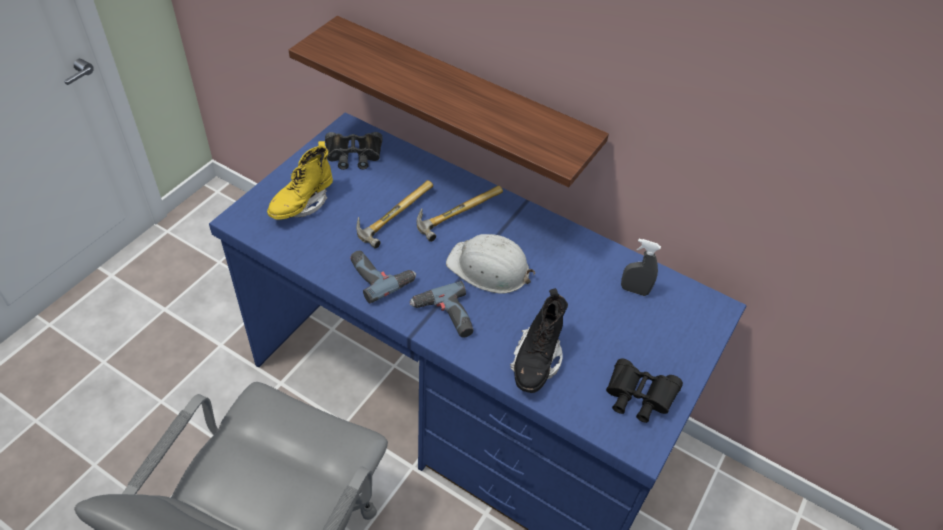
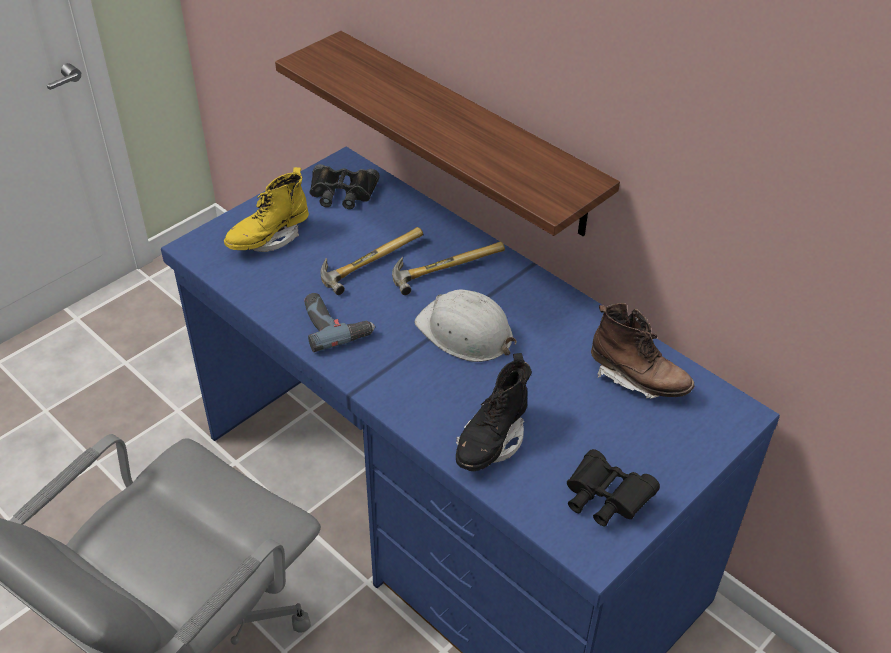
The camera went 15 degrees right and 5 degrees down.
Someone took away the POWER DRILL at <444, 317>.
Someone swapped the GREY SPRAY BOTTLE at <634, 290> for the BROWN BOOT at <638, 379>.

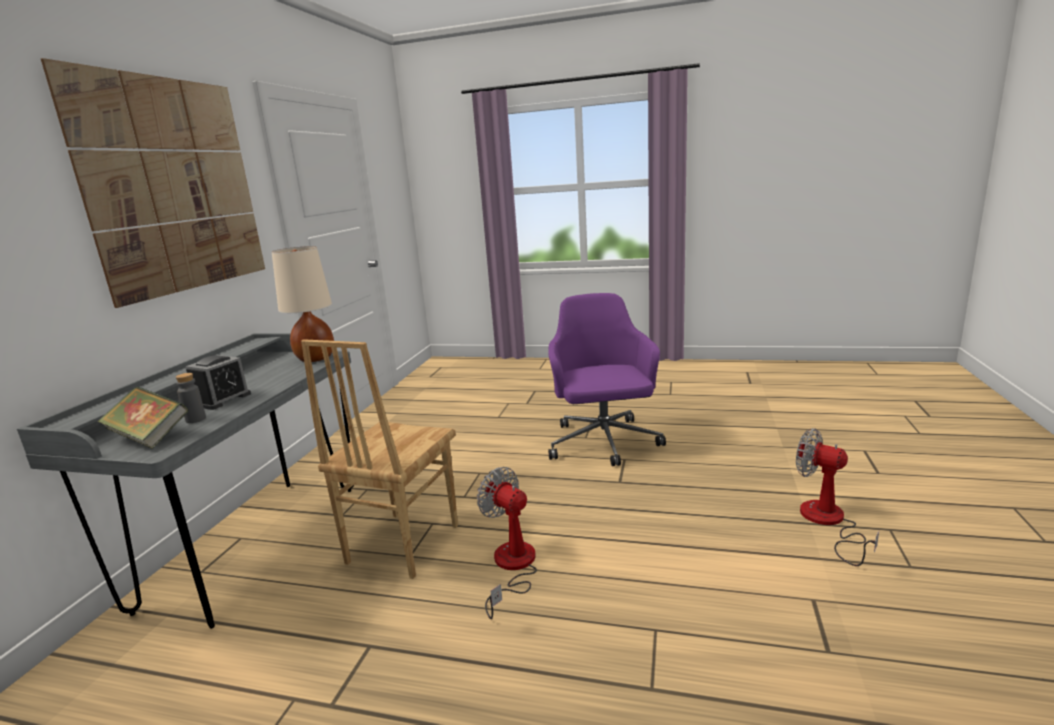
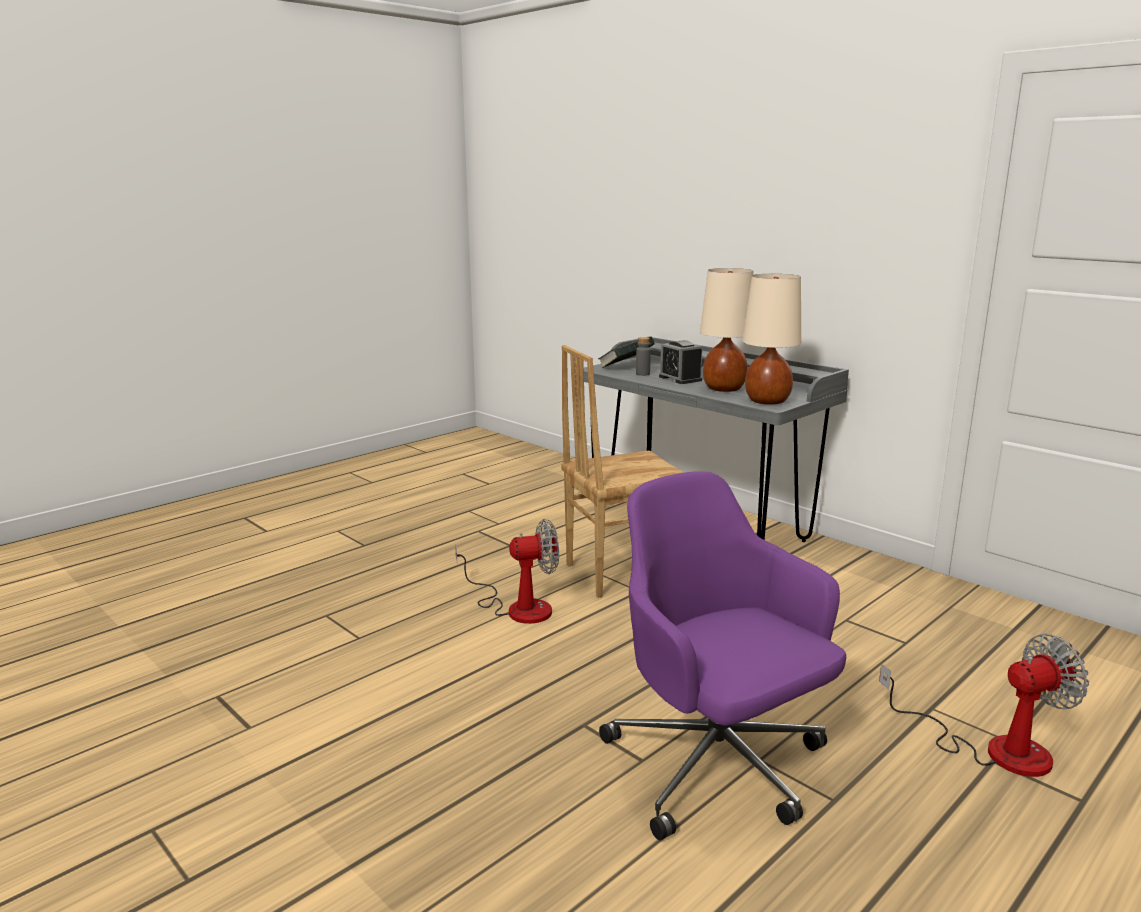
The camera went 120 degrees right and 0 degrees up.
Someone took away the PICTURE at <174, 186>.
Someone put down the BEIGE TABLE LAMP at <723, 389>.
Someone carried the FAN from <828, 522> to <994, 749>.
Someone rotated the BROWN CHAIR at <401, 544> by 75 degrees counterclockwise.
Someone rotated the PURPLE OFFICE CHAIR at <603, 443> by 150 degrees counterclockwise.

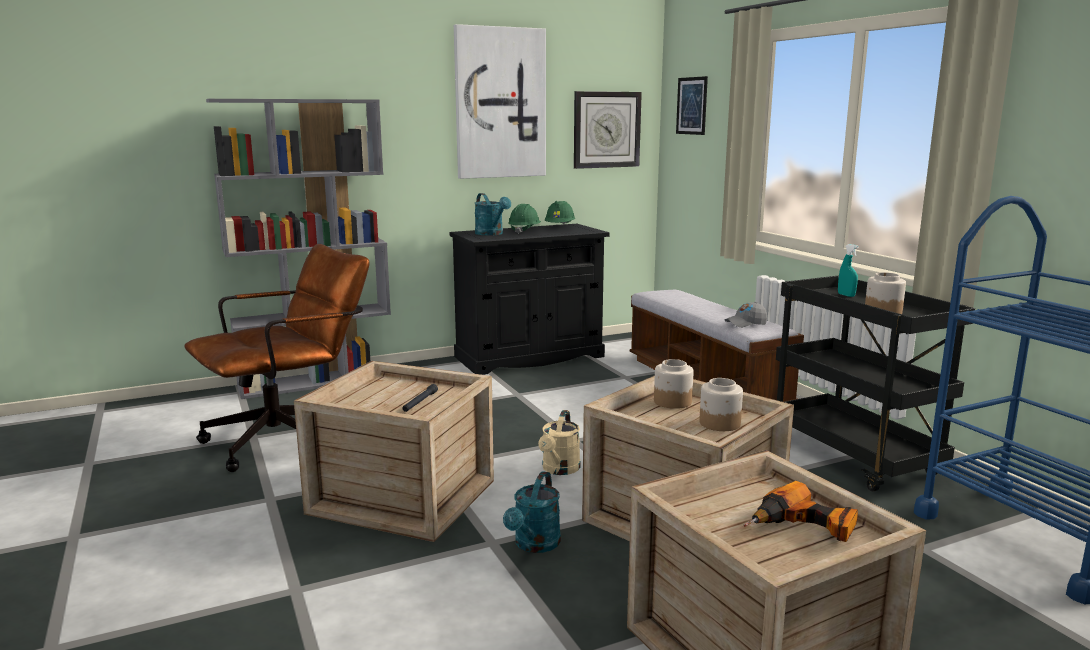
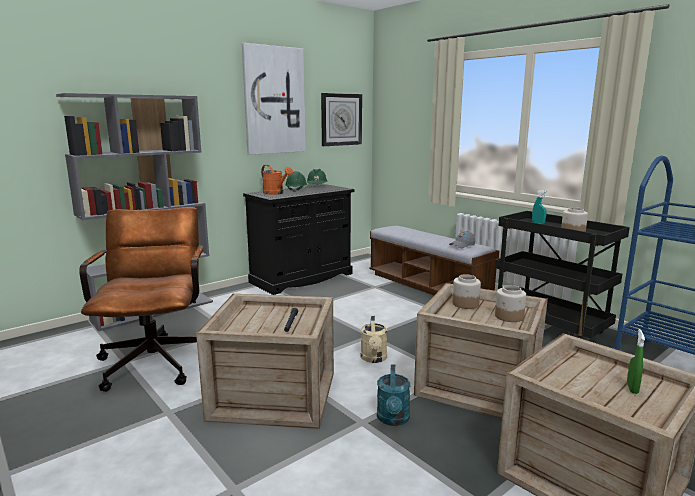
The camera went 15 degrees left and 0 degrees up.
Someone took away the PICTURE at <691, 106>.
Someone swapped the POWER DRILL at <803, 529> for the GREEN SPRAY BOTTLE at <632, 388>.
Someone repainted the TURQUOISE WATERING CAN at <491, 234>, which became the ORANGE WATERING CAN at <276, 193>.
Someone rotated the BROWN OFFICE CHAIR at <289, 438> by 45 degrees counterclockwise.

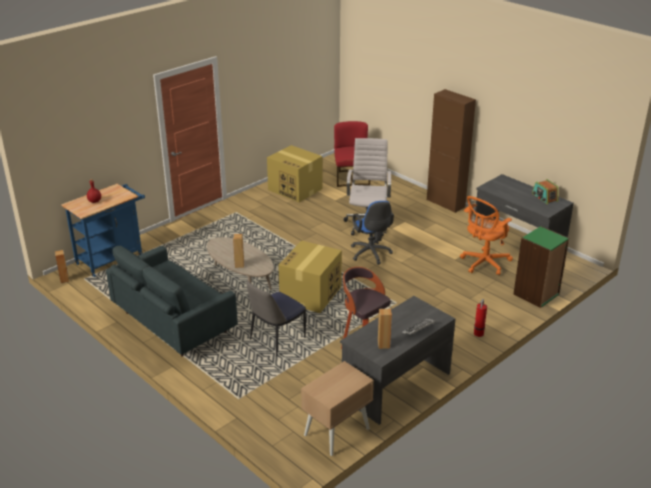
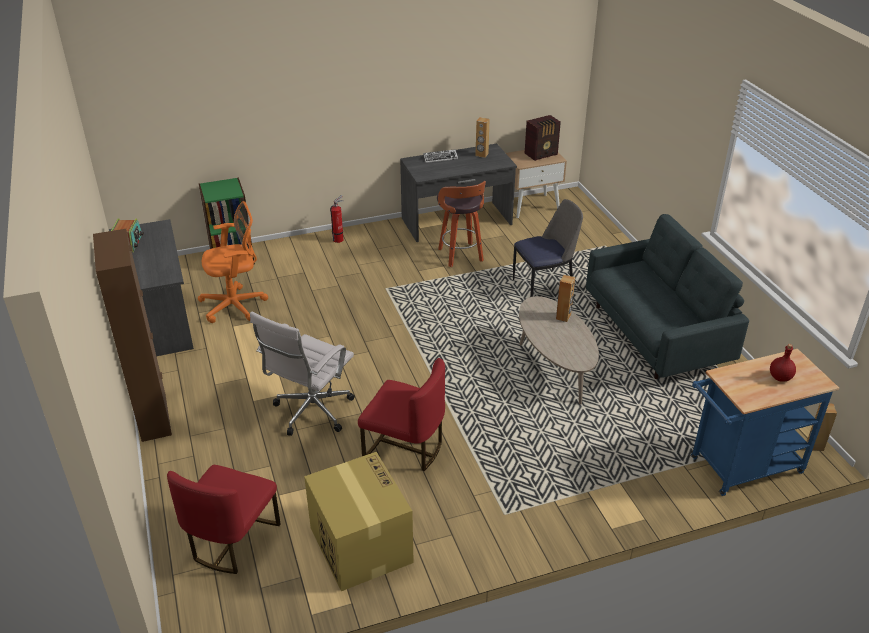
The camera went 155 degrees left and 5 degrees up.
Someone took away the CARDBOARD BOX at <310, 295>.
Someone took away the BLUE OFFICE CHAIR at <371, 254>.
Someone put down the RED CHAIR at <404, 448>.
Someone put down the RADIO at <542, 154>.

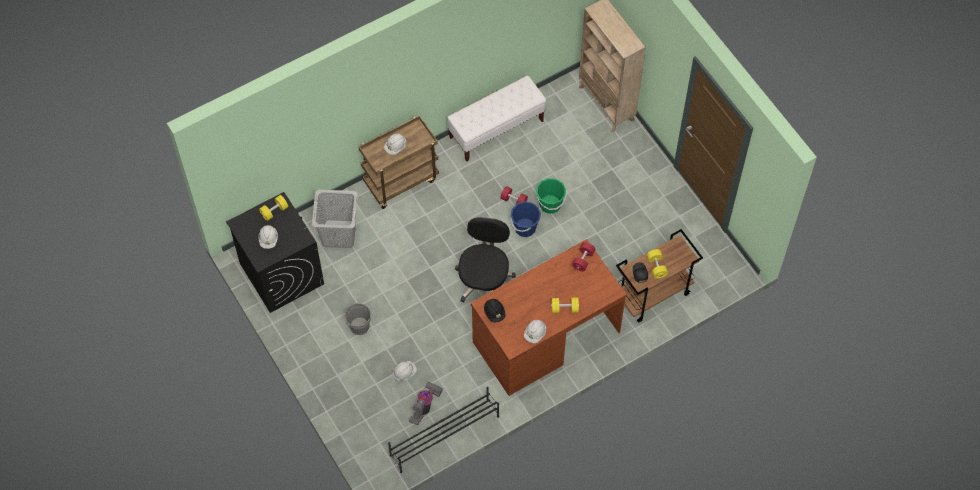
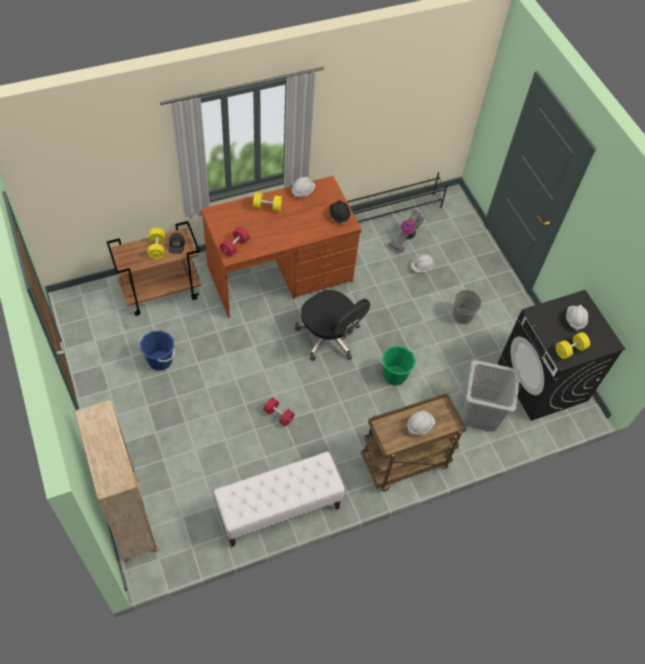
The camera went 175 degrees left and 5 degrees down.
Someone carried the BLUE BUCKET from <525, 227> to <160, 360>.
Someone carried the GREEN BUCKET from <550, 204> to <394, 375>.
Someone rotated the BLACK OFFICE CHAIR at <484, 279> by 60 degrees counterclockwise.

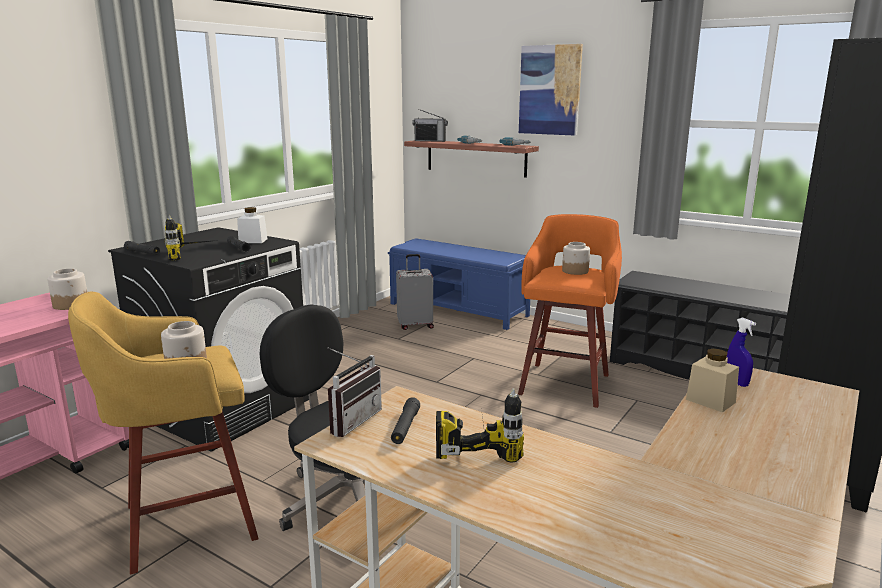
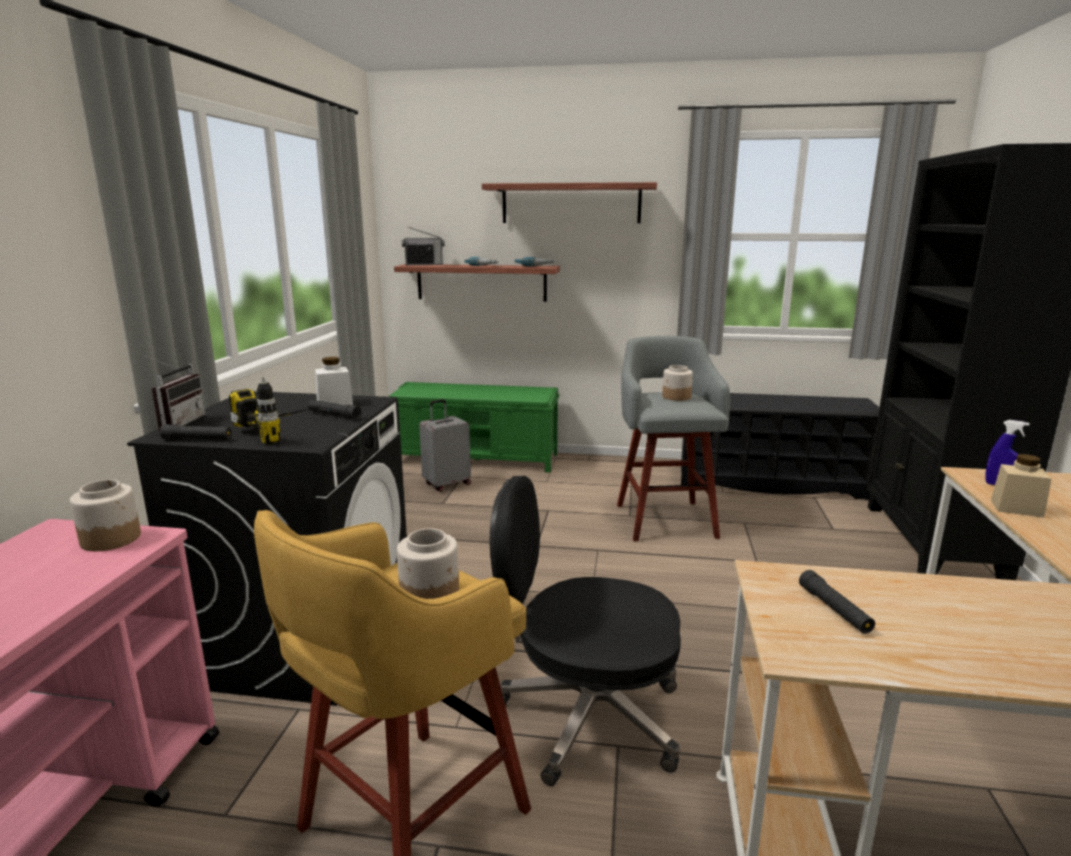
The camera went 25 degrees left and 0 degrees up.
Someone took away the POWER DRILL at <478, 443>.
Someone carried the RADIO from <350, 420> to <177, 424>.
Someone swapped the PICTURE at <550, 90> for the SHELF at <571, 203>.
Someone repainted the BLUE BENCH at <459, 310>, which became the GREEN BENCH at <477, 458>.
Someone repainted the ORANGE STOOL at <565, 383>, which became the GREY STOOL at <665, 519>.

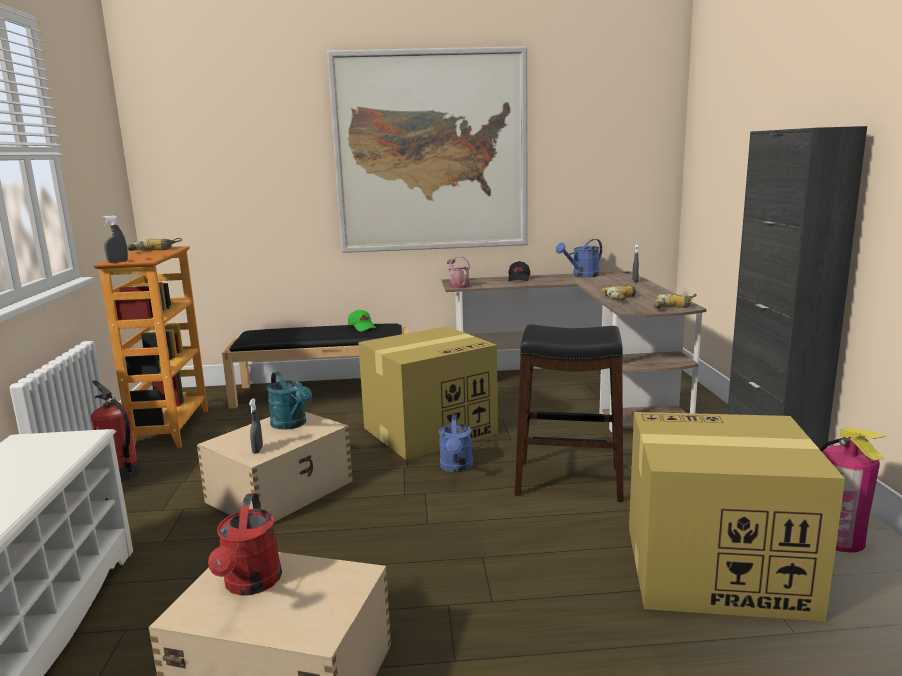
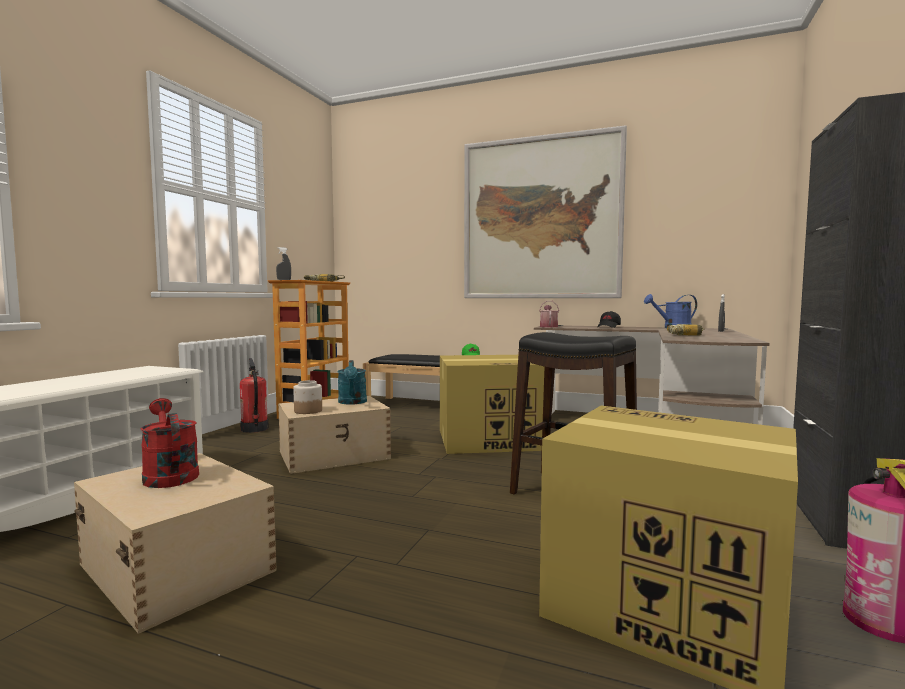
The camera went 25 degrees right and 10 degrees down.
Someone took away the BLUE WATERING CAN at <456, 467>.
Someone took away the POWER DRILL at <674, 307>.
Someone swapped the GREY SPRAY BOTTLE at <257, 450> for the JAR at <307, 411>.
Someone rotated the RED WATERING CAN at <250, 585> by 120 degrees clockwise.

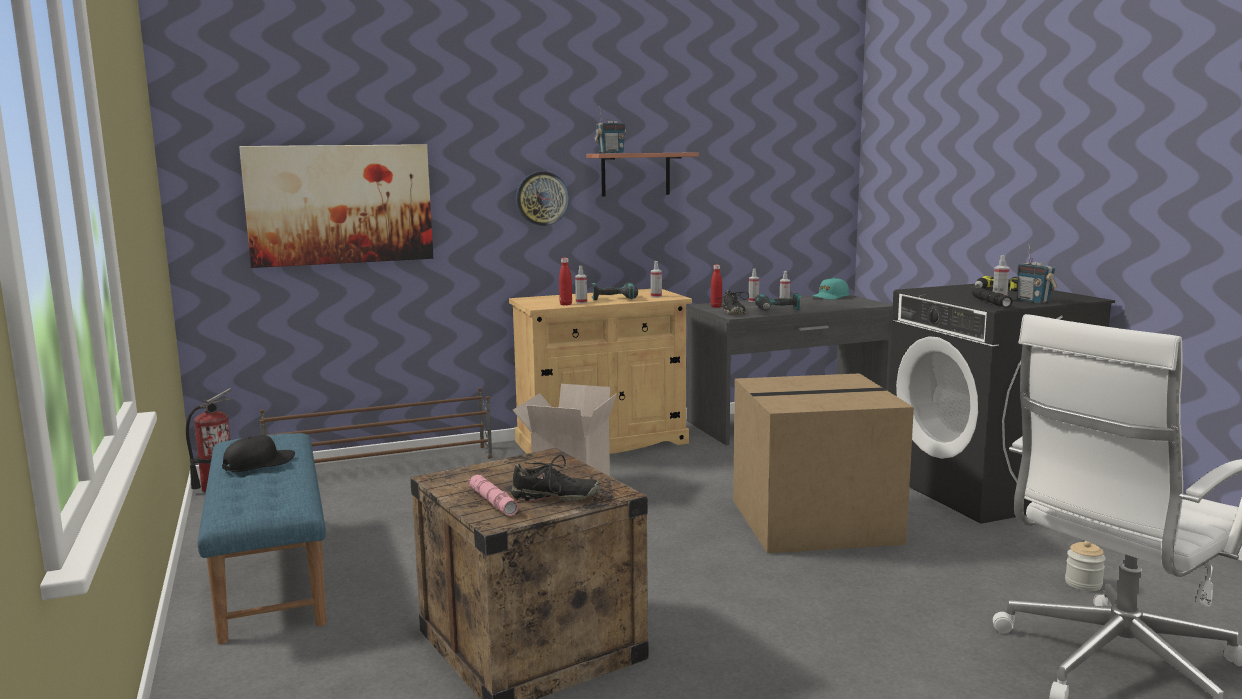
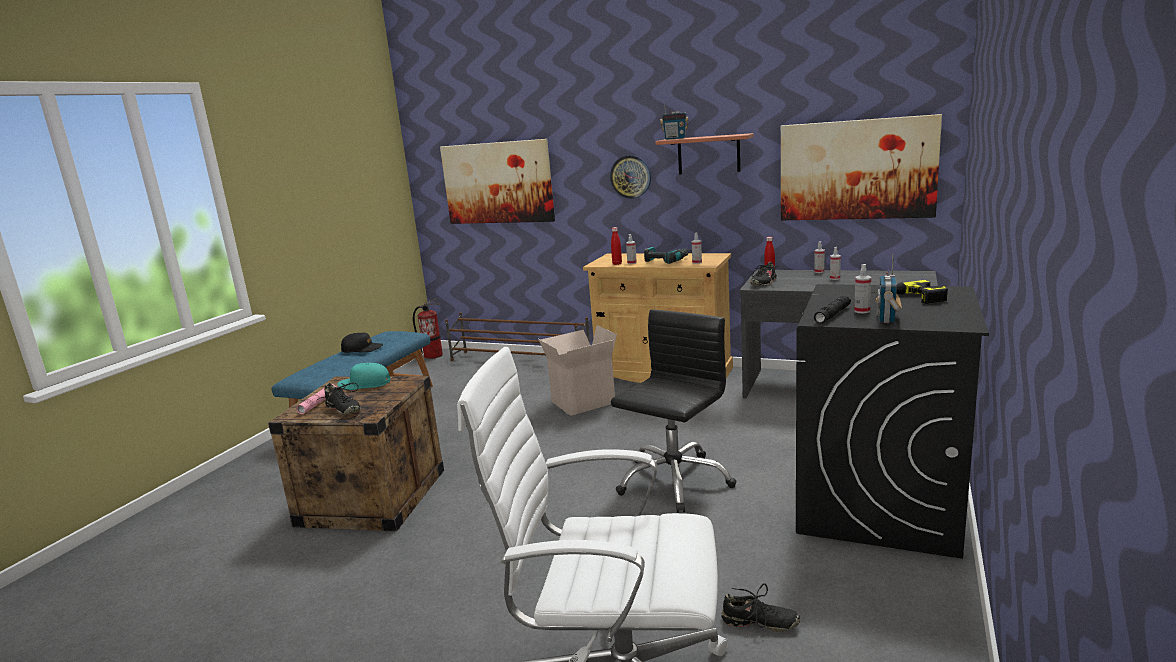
The camera went 45 degrees right and 5 degrees up.
Someone took away the POWER DRILL at <778, 310>.
Someone put up the PICTURE at <856, 170>.
Someone carried the TURQUOISE CAP from <830, 297> to <365, 384>.
Someone swapped the CARDBOARD BOX at <815, 520> for the BLACK OFFICE CHAIR at <674, 480>.
Someone swapped the JAR at <1083, 584> for the BLACK SHOE at <759, 623>.

